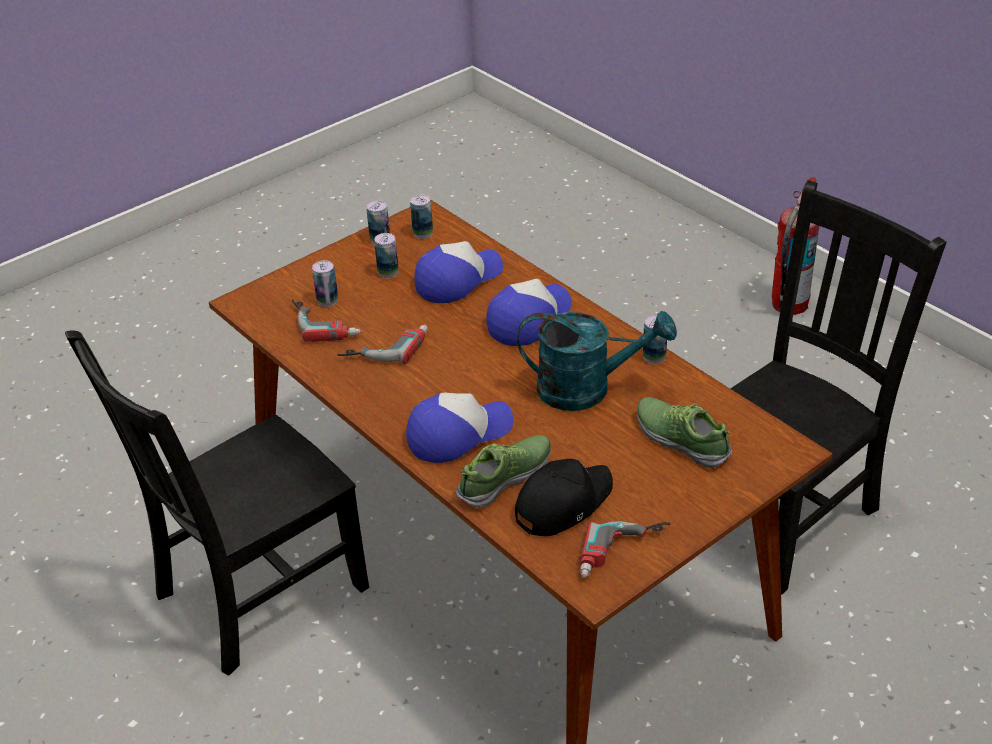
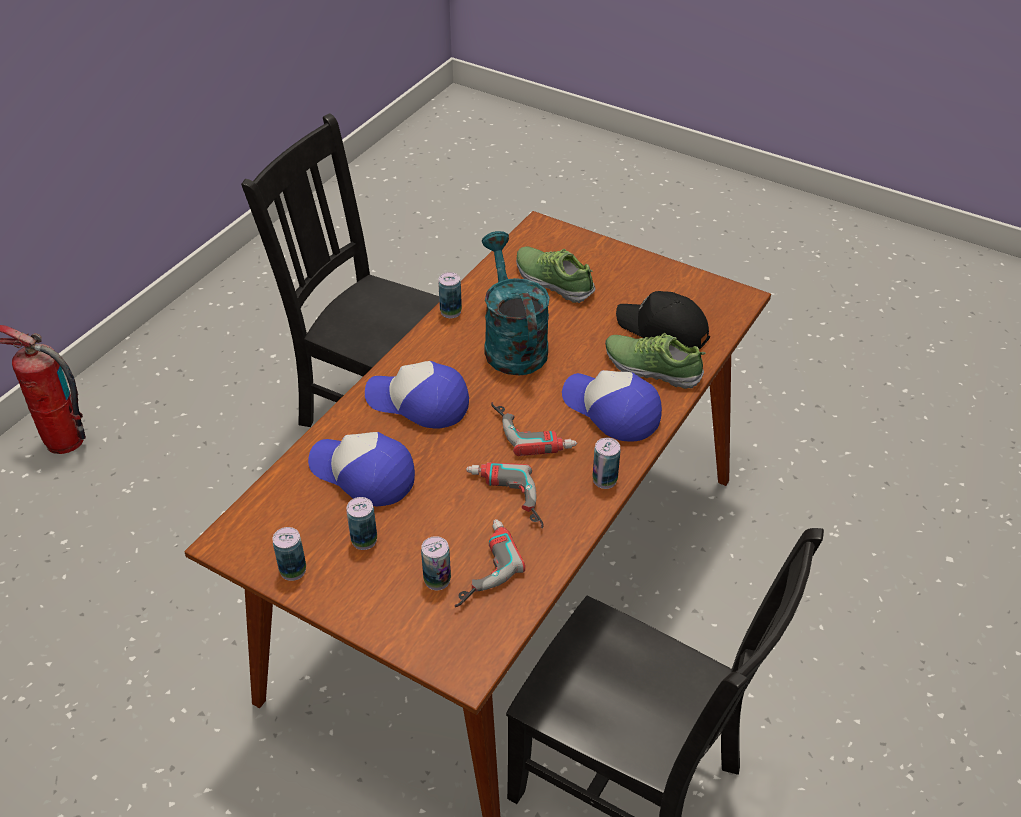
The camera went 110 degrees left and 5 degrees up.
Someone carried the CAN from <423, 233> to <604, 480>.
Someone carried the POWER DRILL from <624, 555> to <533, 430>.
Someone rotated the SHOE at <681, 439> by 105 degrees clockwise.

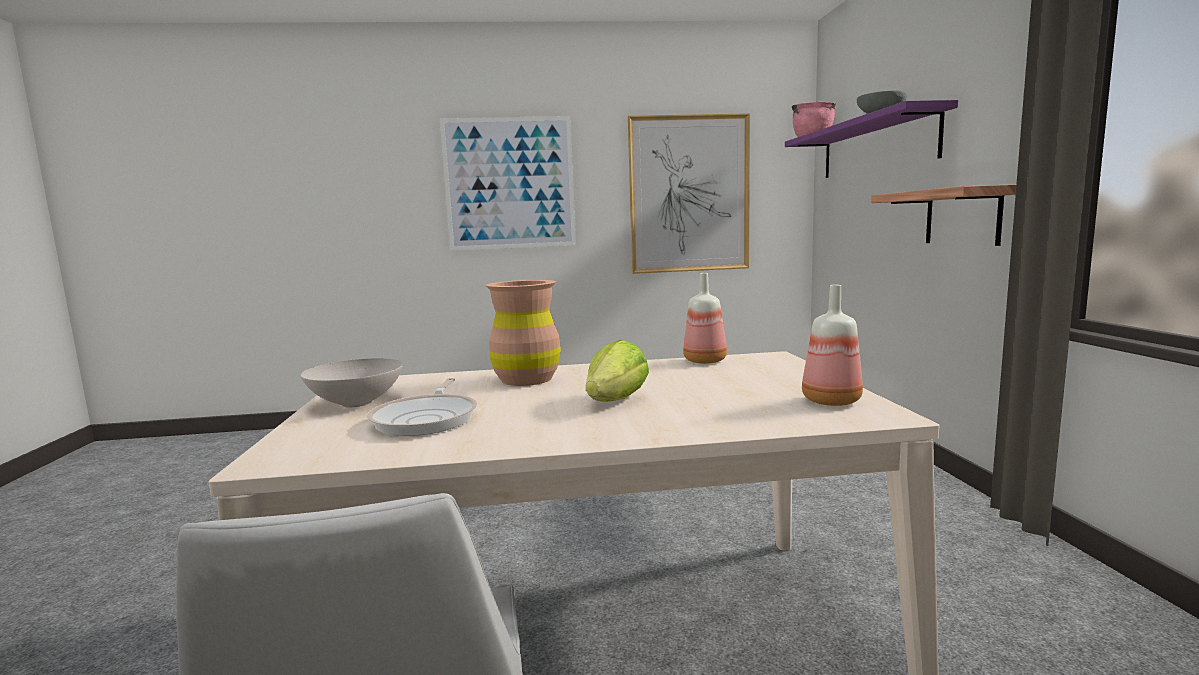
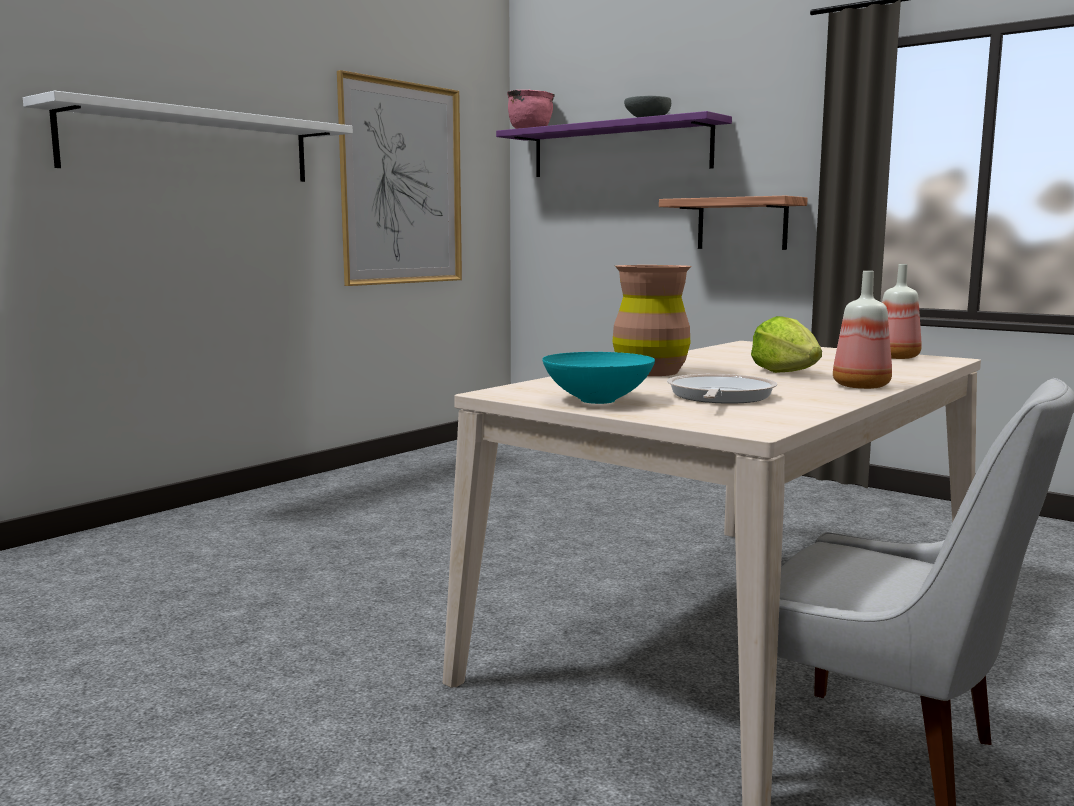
The camera went 45 degrees left and 0 degrees up.
Someone carried the BOTTLE from <706, 361> to <860, 386>.
Someone swapped the PICTURE at <509, 183> for the WHITE SHELF at <191, 145>.
Someone repainted the WHITE BOWL at <355, 403>, which became the TURQUOISE BOWL at <597, 401>.
Someone rotated the FRYING PAN at <428, 419> by 120 degrees counterclockwise.

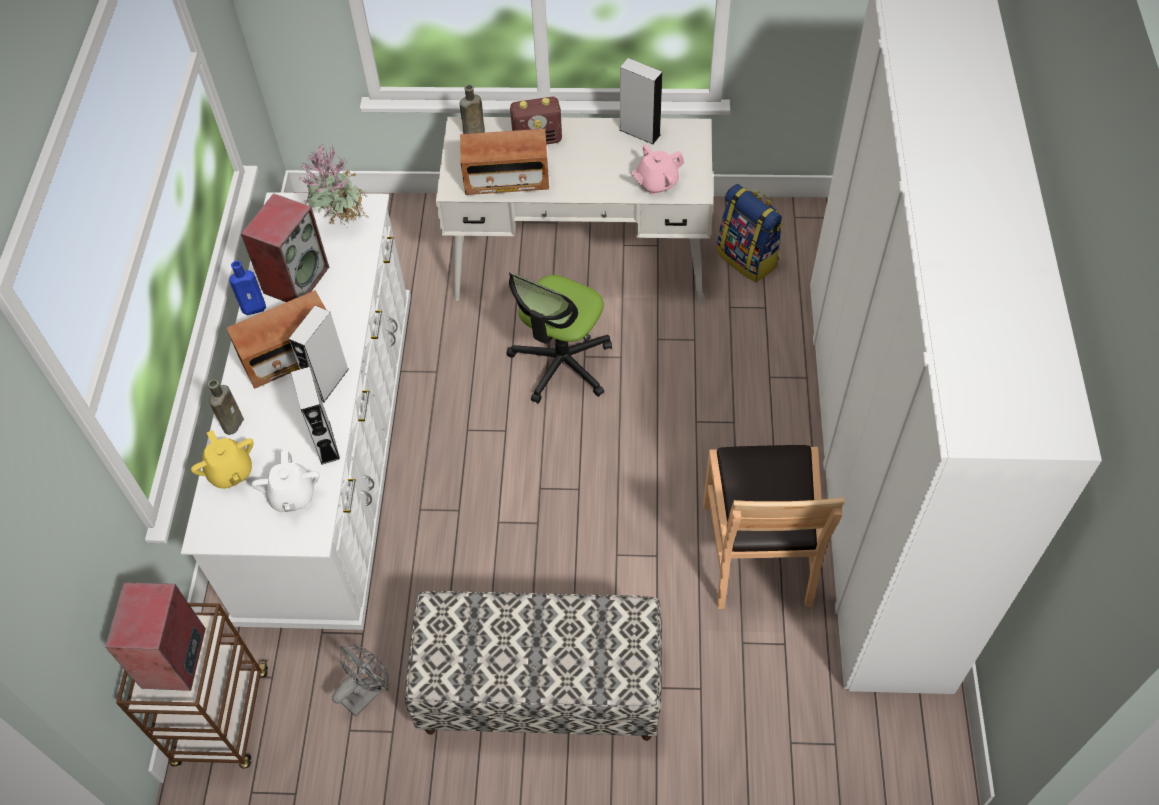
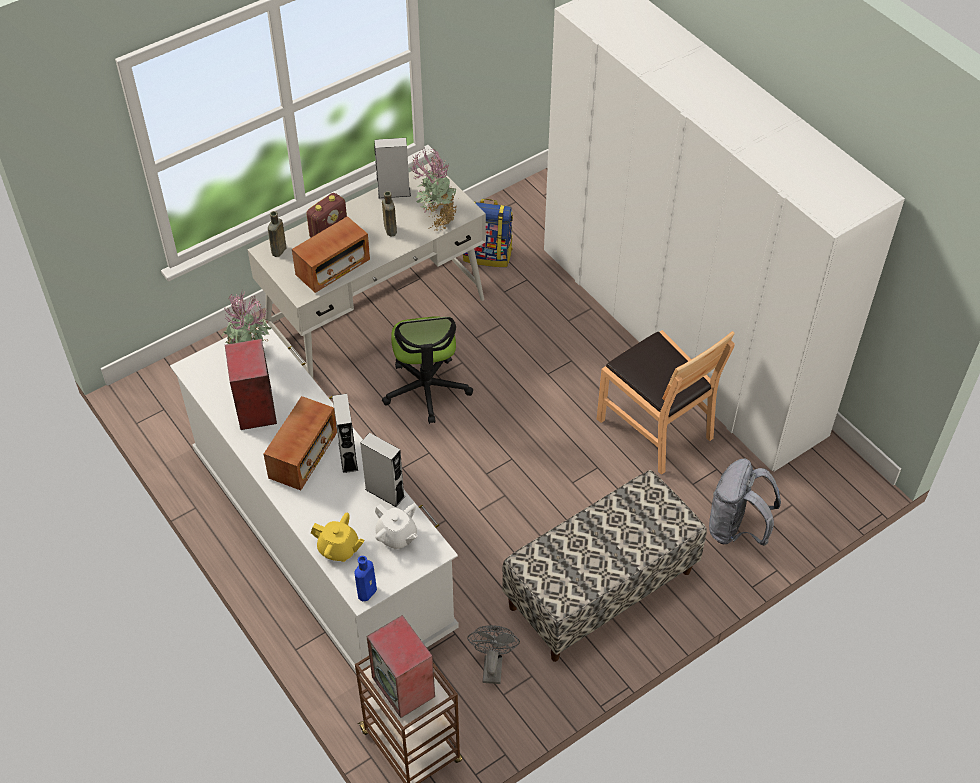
The camera went 40 degrees left and 5 degrees down.
Someone put down the GREY BACKPACK at <736, 529>.
Someone carried the BROWN BOTTLE from <234, 422> to <390, 229>.
Someone carried the BLUE BOTTLE from <255, 307> to <368, 591>.
Someone swapped the PINK TEAPOT at <656, 183> for the POTTED PLANT at <436, 219>.

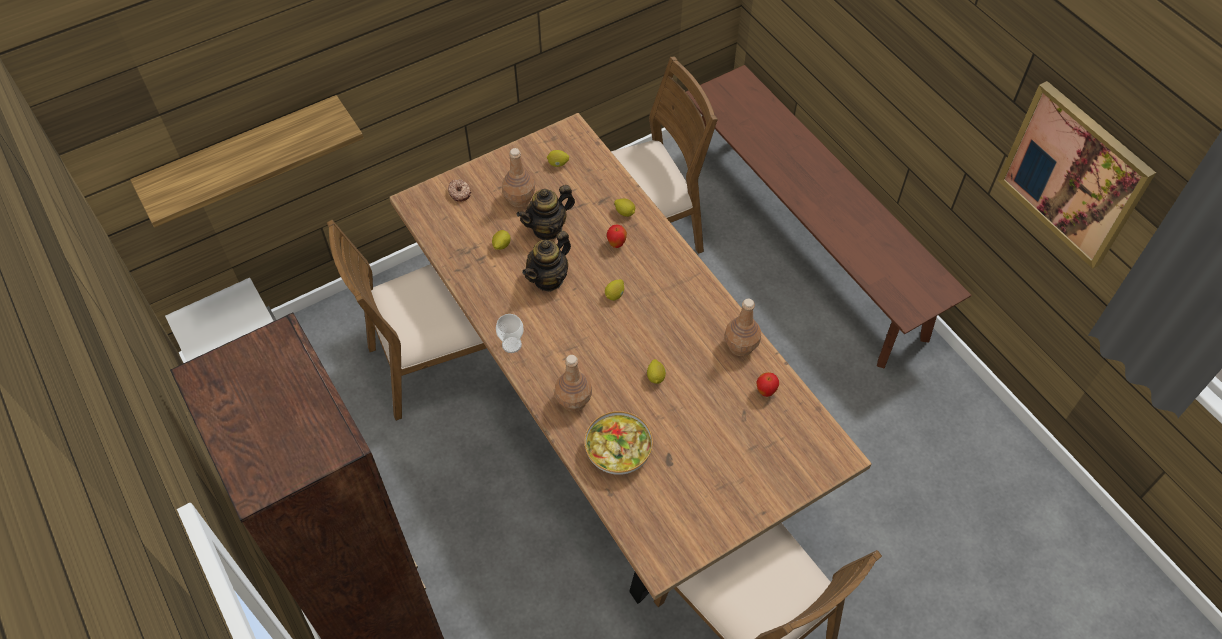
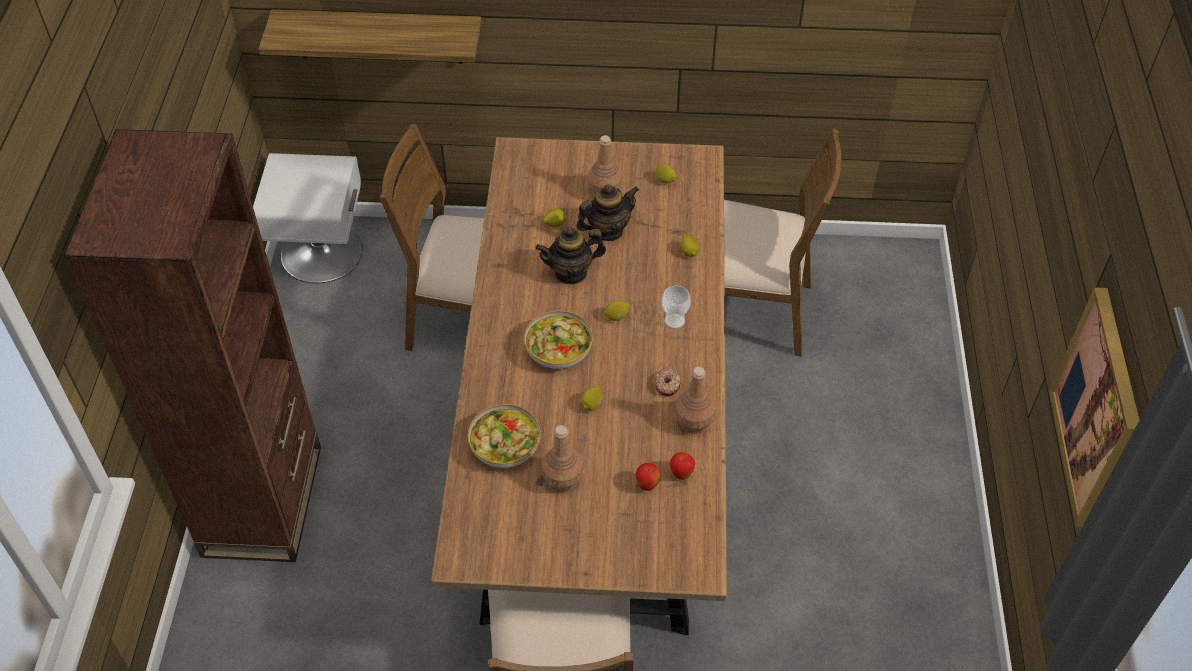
The camera went 35 degrees right and 5 degrees down.
Someone took away the BROWN BENCH at <804, 243>.
Someone put down the BOWL at <558, 350>.
Someone carried the DONUT from <460, 193> to <667, 385>.
Someone carried the CUP from <511, 345> to <674, 321>.
Someone carried the BROWN BOTTLE from <574, 400> to <563, 480>.
Someone carried the APPLE from <616, 244> to <647, 485>.
Someone rotated the TEAPOT at <547, 228> by 150 degrees clockwise.

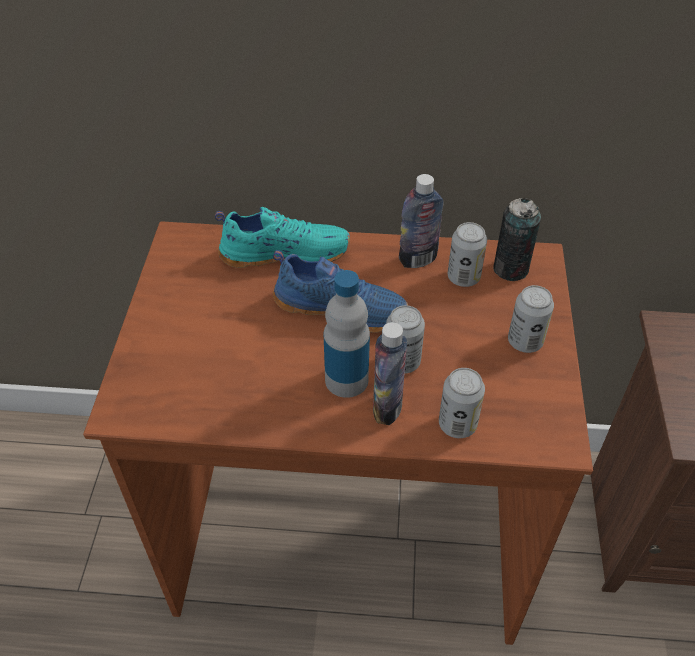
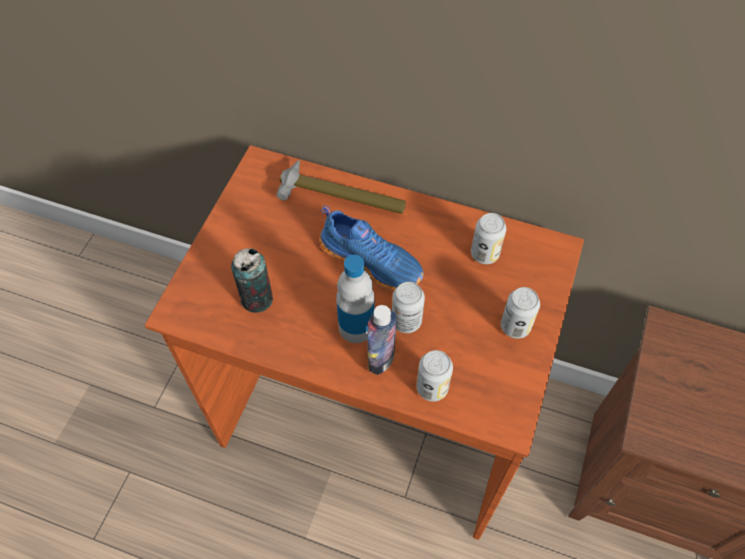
The camera went 15 degrees right and 10 degrees up.
Someone took away the BOTTLE at <418, 259>.
Someone carried the CAN from <510, 269> to <257, 299>.
Someone swapped the TURQUOISE SHOE at <284, 253> for the HAMMER at <342, 197>.

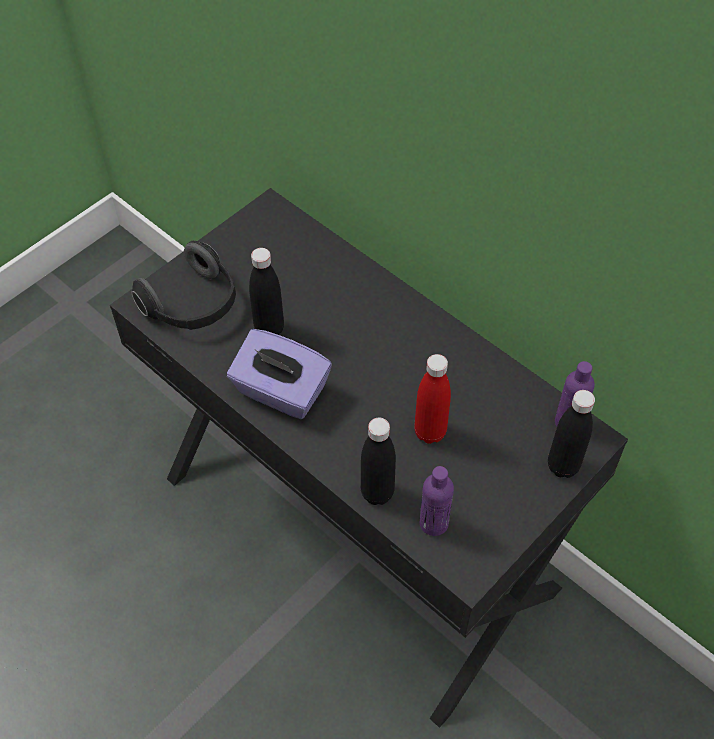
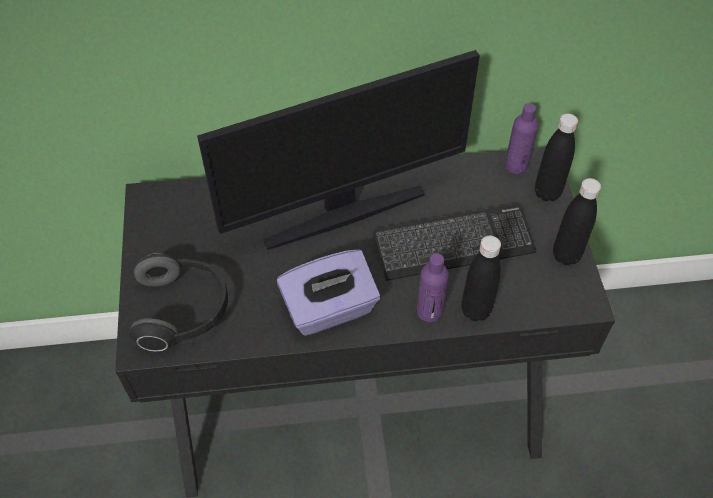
The camera went 50 degrees left and 0 degrees up.
Someone put down the MONITOR at <343, 213>.
Someone carried the BLACK BOTTLE from <269, 329> to <566, 255>.
Someone carried the PURPLE BOTTLE from <434, 523> to <429, 311>.
Someone swapped the RED BOTTLE at <430, 432> for the KEYBOARD at <453, 244>.

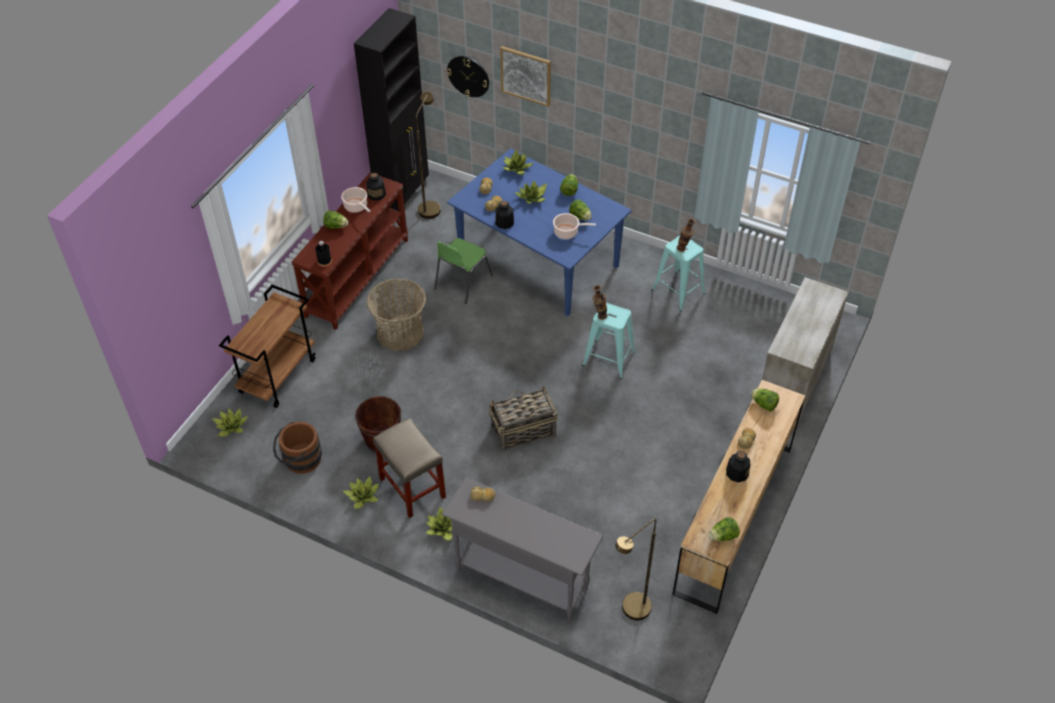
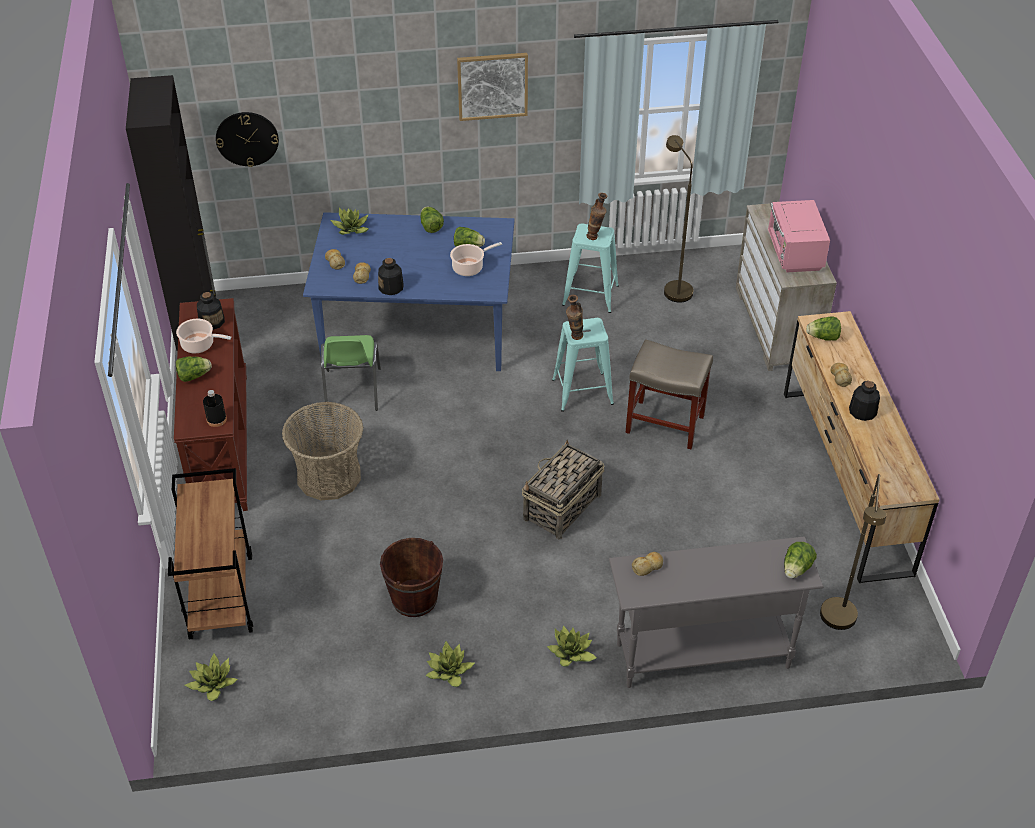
The camera went 35 degrees left and 5 degrees down.
Someone took away the BROWN BUCKET at <299, 460>.
Someone took away the POTTED PLANT at <532, 198>.
Someone put down the PINK MICROWAVE at <794, 253>.
Someone carried the BEIGE STOOL from <413, 488> to <666, 424>.
Someone carried the BROWN FLOOR LAMP from <430, 206> to <674, 288>.
Someone carried the PICTURE from <526, 75> to <492, 86>.
Someone carried the LETTUCE from <723, 536> to <796, 569>.

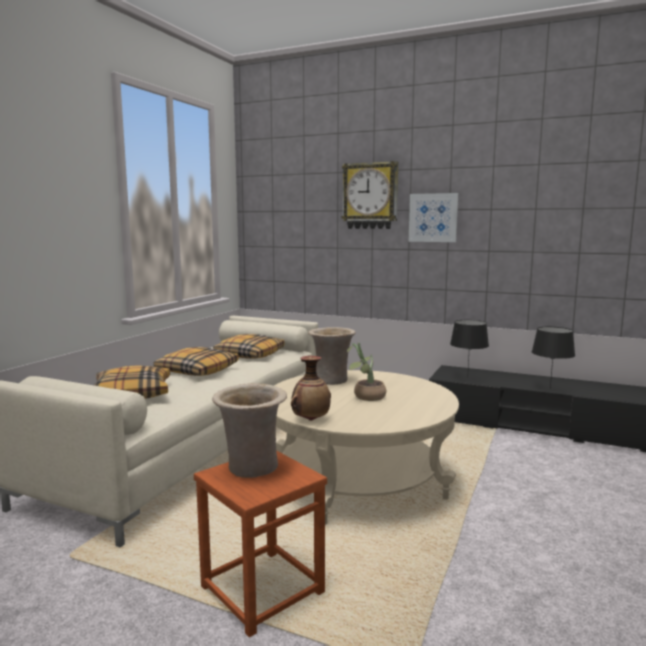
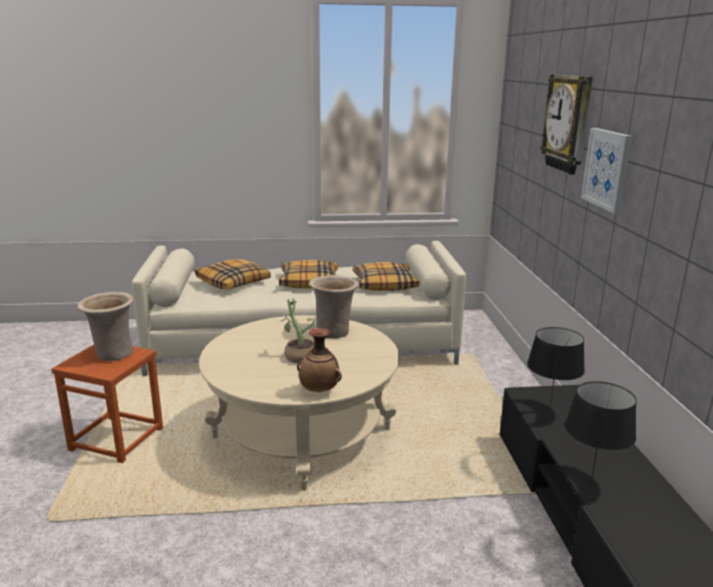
The camera went 60 degrees right and 10 degrees up.
Someone carried the VASE from <310, 419> to <319, 391>.

